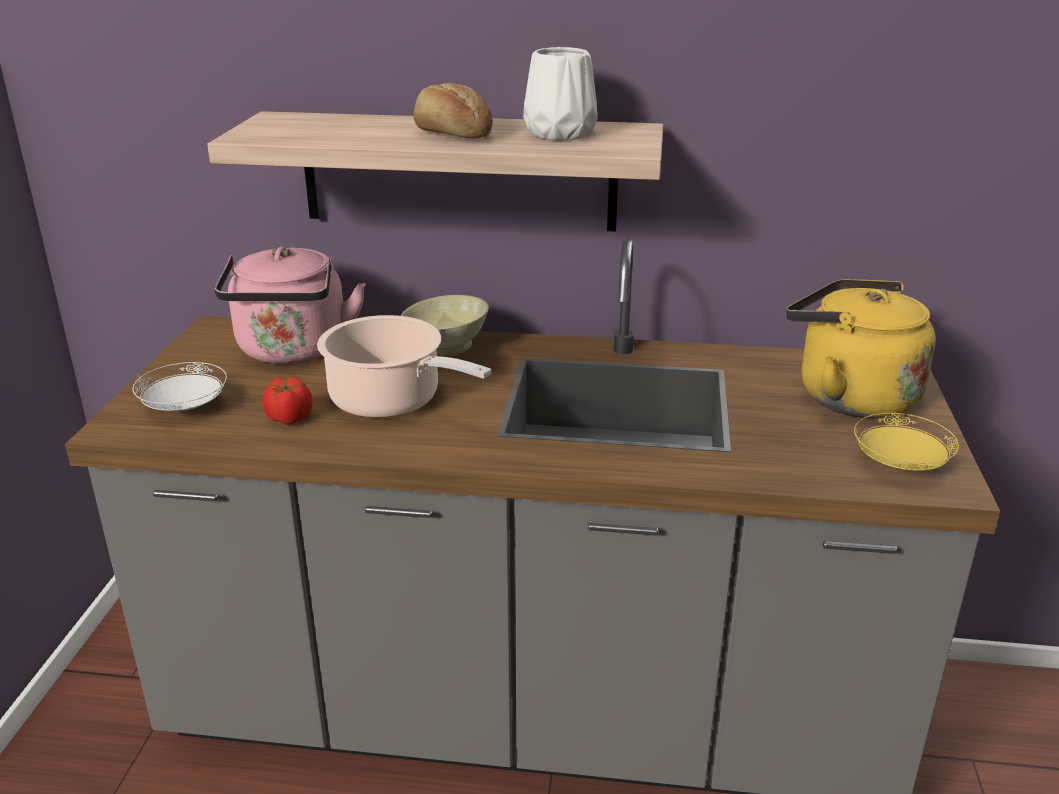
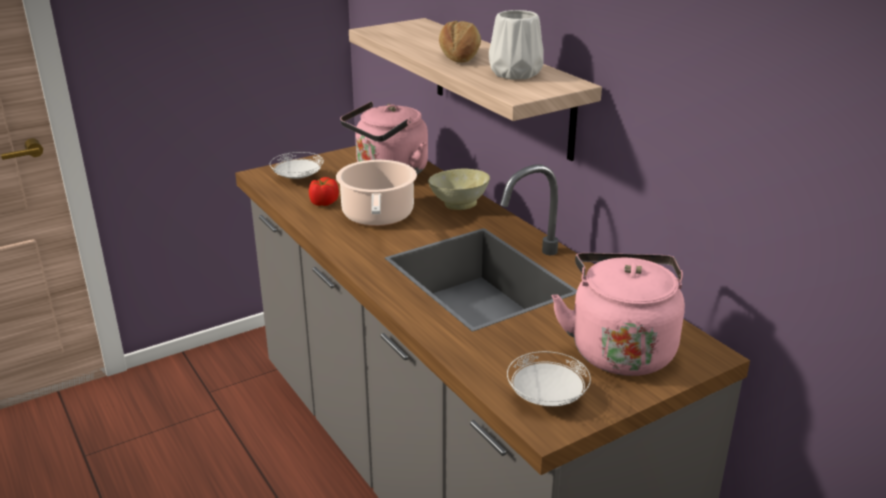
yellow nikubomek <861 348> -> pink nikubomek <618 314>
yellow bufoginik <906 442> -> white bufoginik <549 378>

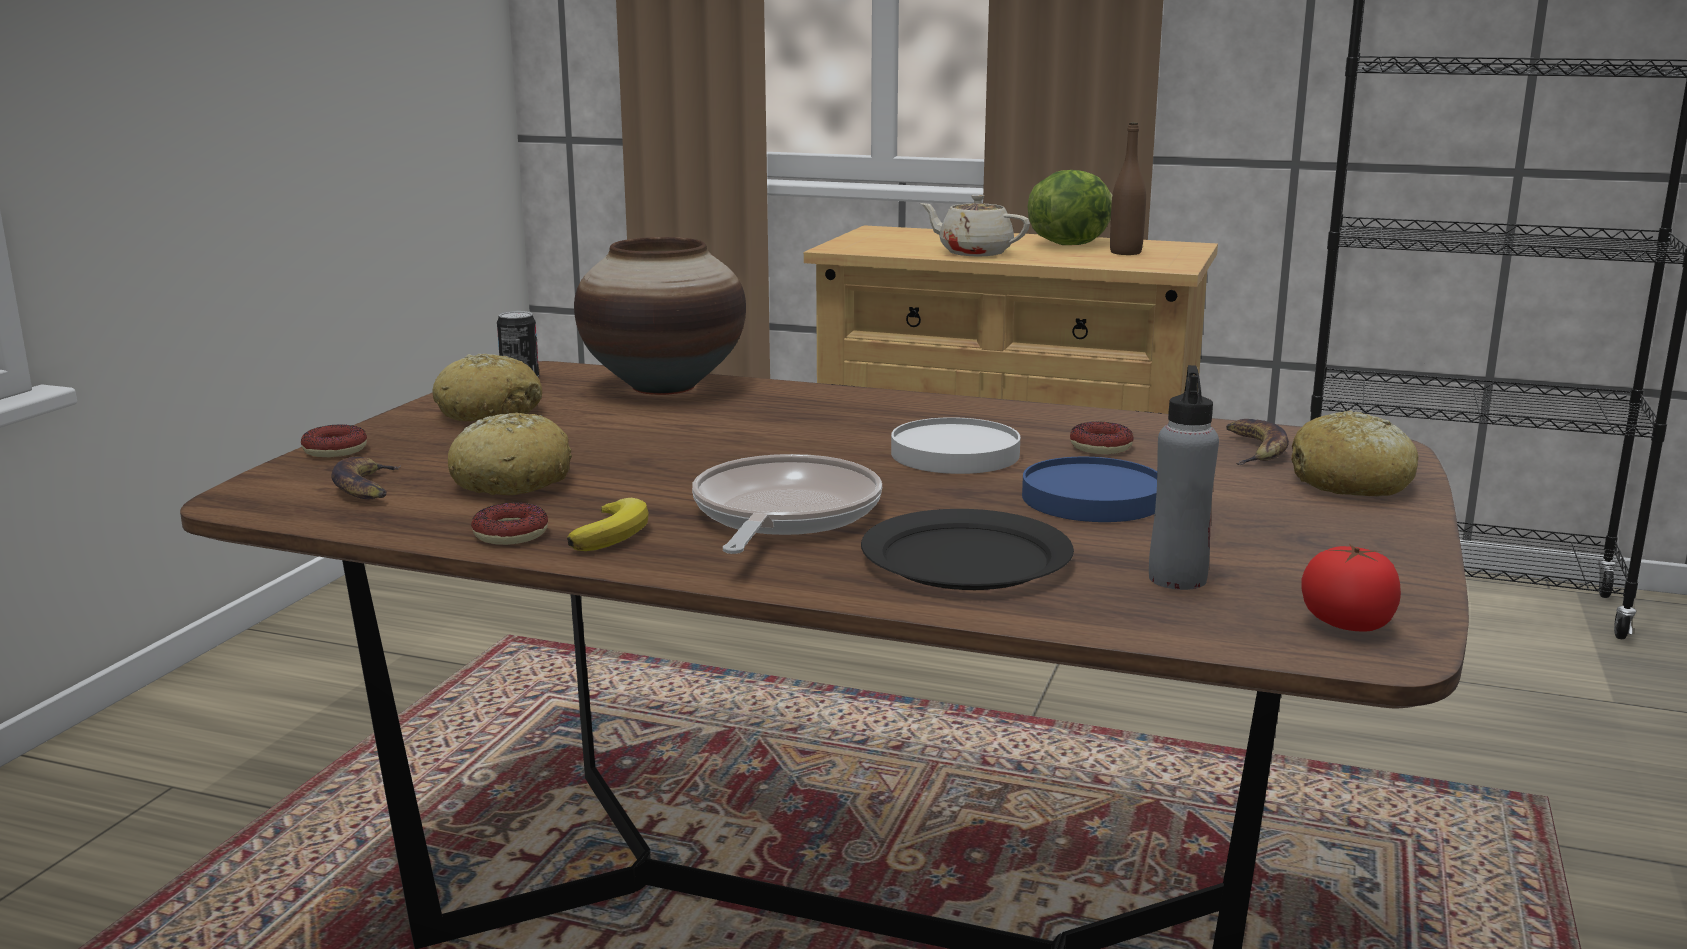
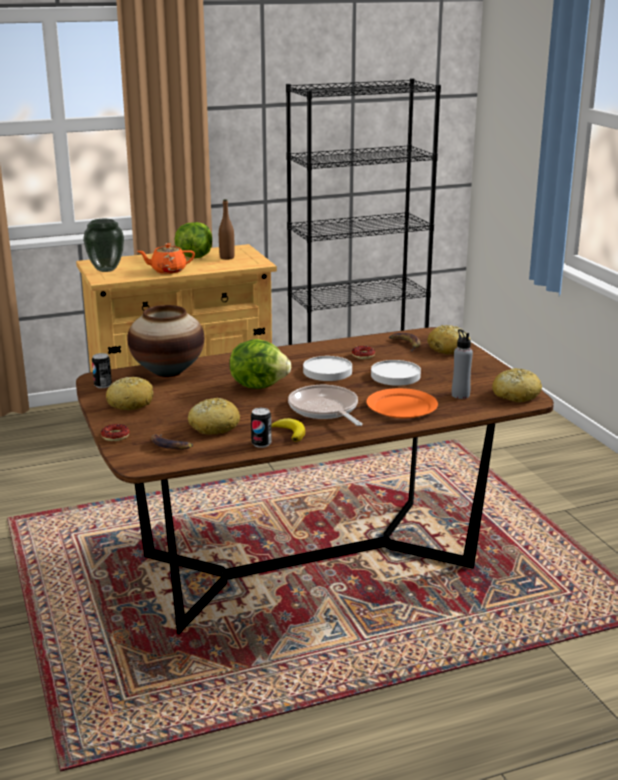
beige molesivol <975 225> -> orange molesivol <166 258>
blue bufoginik <1089 489> -> white bufoginik <396 373>
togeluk <509 524> -> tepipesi <261 428>
black bufoginik <967 549> -> orange bufoginik <402 403>
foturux <1351 587> -> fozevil <517 385>
none -> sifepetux <103 245>
none -> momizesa <260 364>

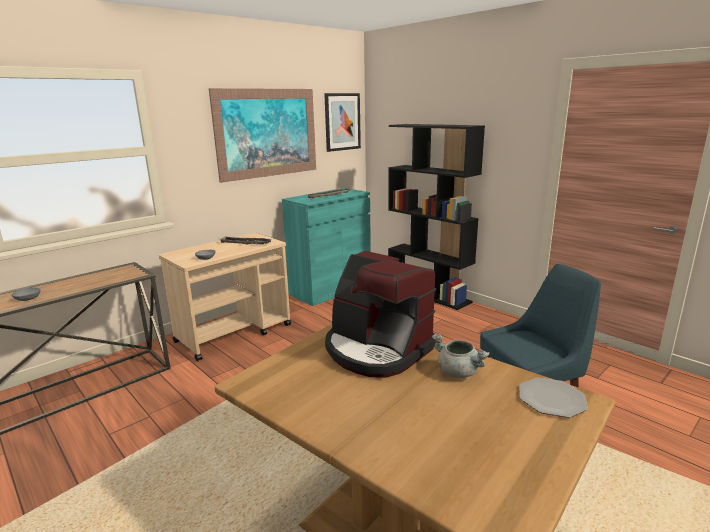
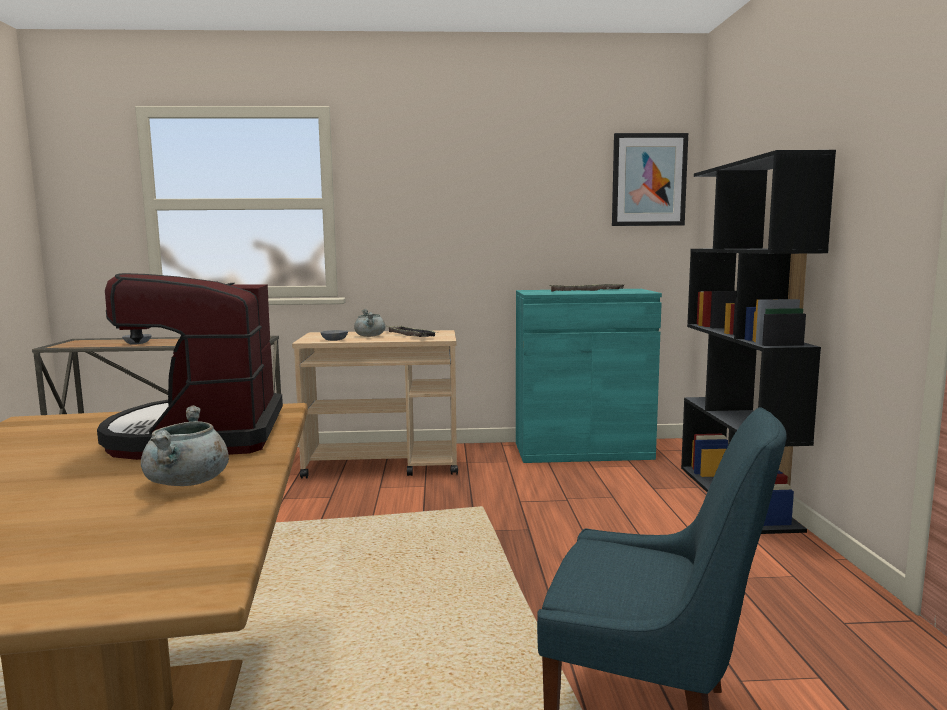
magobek <262 135> -> none
bufoginik <553 398> -> none
none -> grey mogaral <369 323>

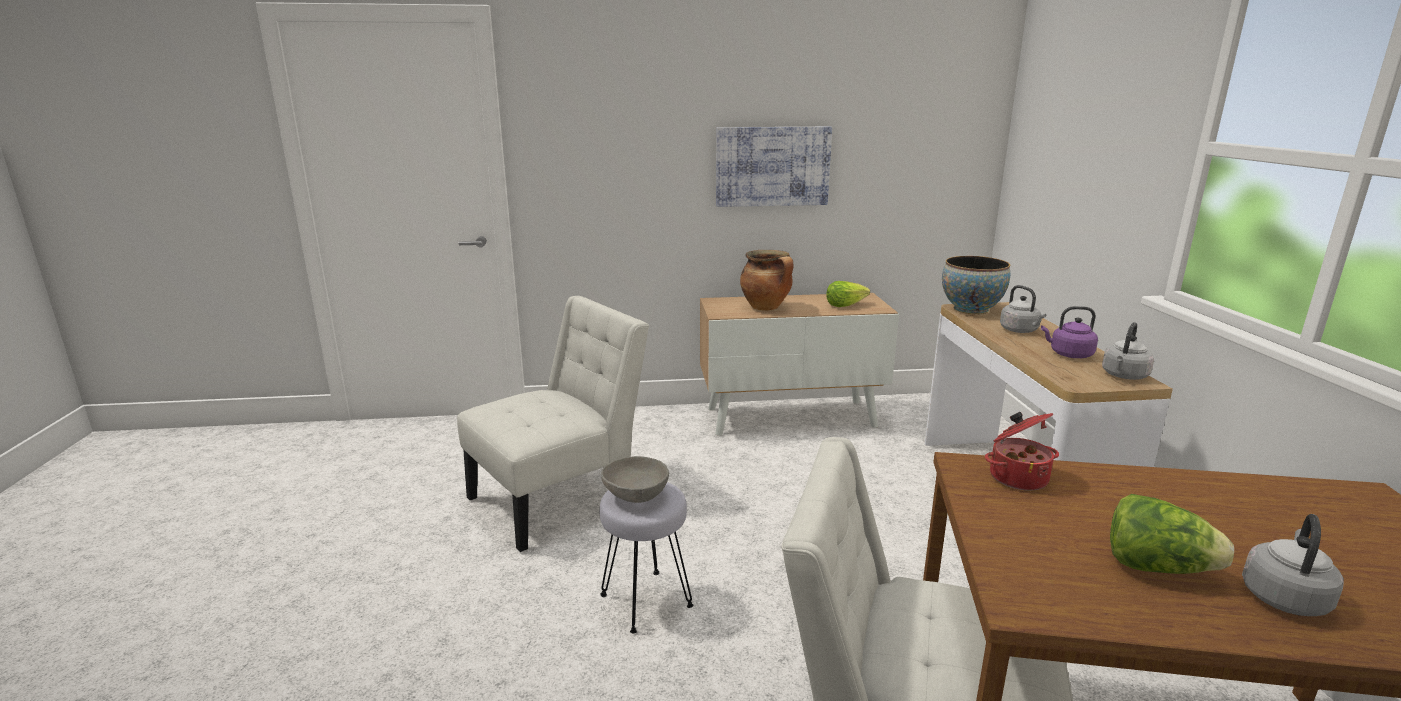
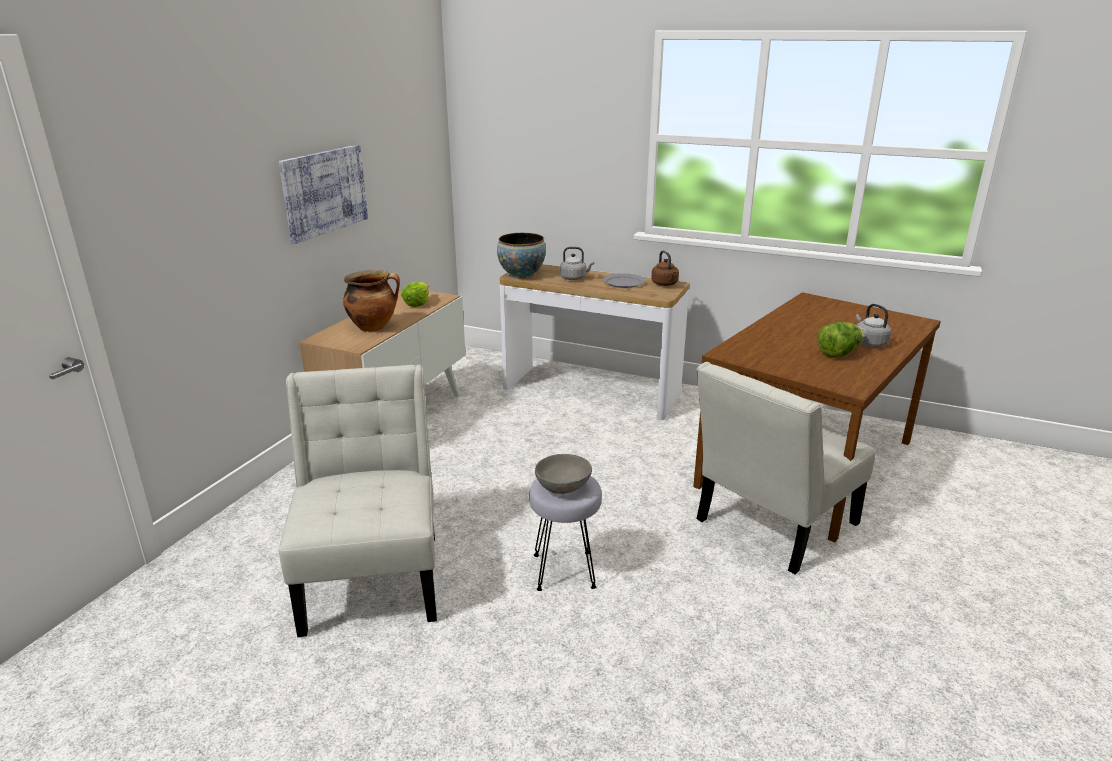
purple nikubomek <1069 332> -> grey bufoginik <624 280>
grey nikubomek <1128 351> -> brown nikubomek <665 268>
mogaral <1022 451> -> none

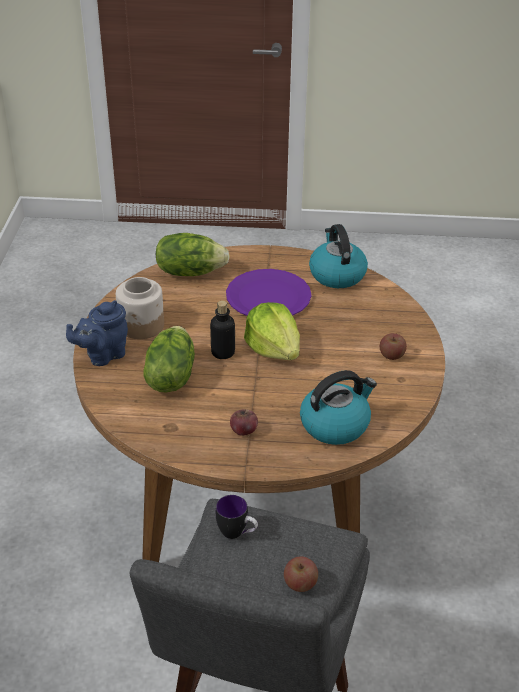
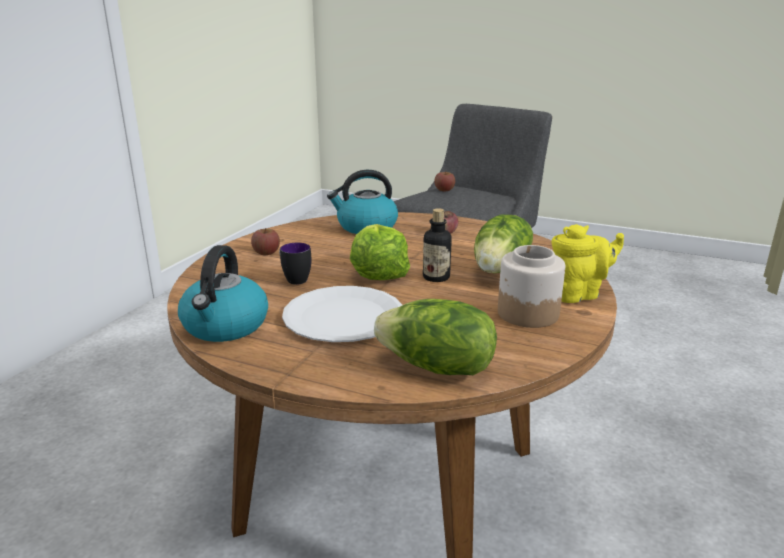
purple bufoginik <268 292> -> white bufoginik <342 314>
blue molesivol <97 333> -> yellow molesivol <587 263>
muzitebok <237 517> -> muzitebok <295 264>, relocated

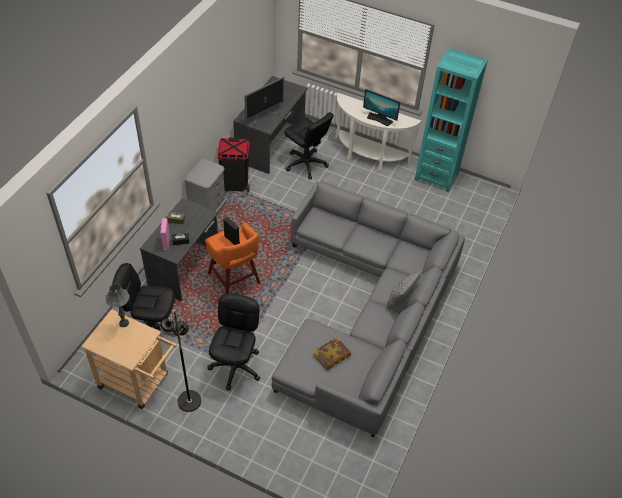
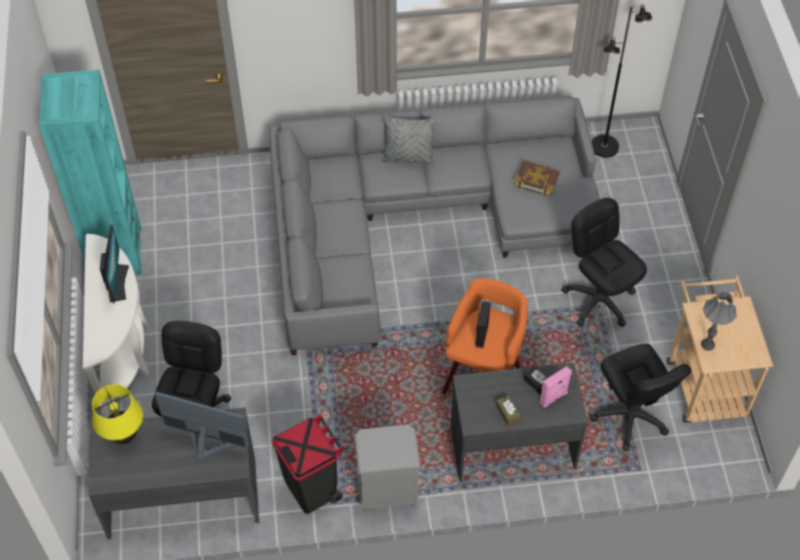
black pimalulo <233 342> -> black pimalulo <604 262>, 75 degrees clockwise
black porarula <180 361> -> black porarula <622 80>, relocated
none -> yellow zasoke <117 414>

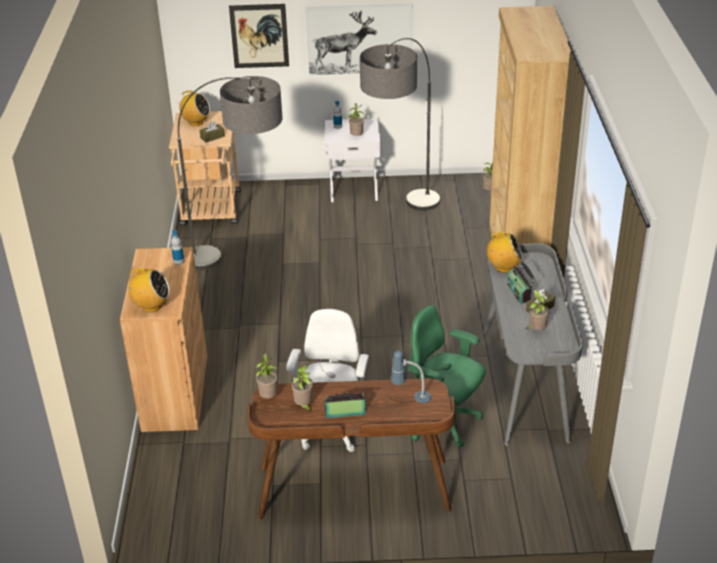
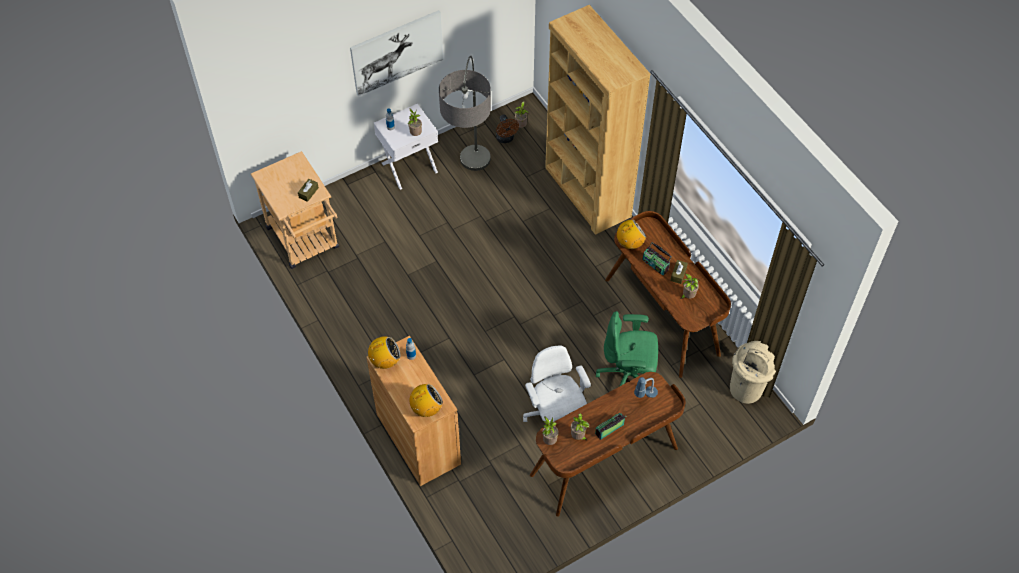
magobek <259 36> -> none
porarula <229 173> -> none
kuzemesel <192 108> -> kuzemesel <384 352>, relocated
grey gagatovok <533 344> -> brown gagatovok <668 294>
none -> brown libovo <507 129>
none -> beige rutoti <753 372>

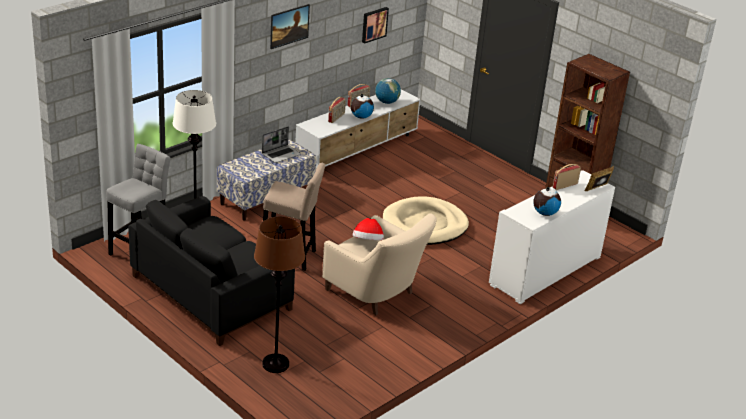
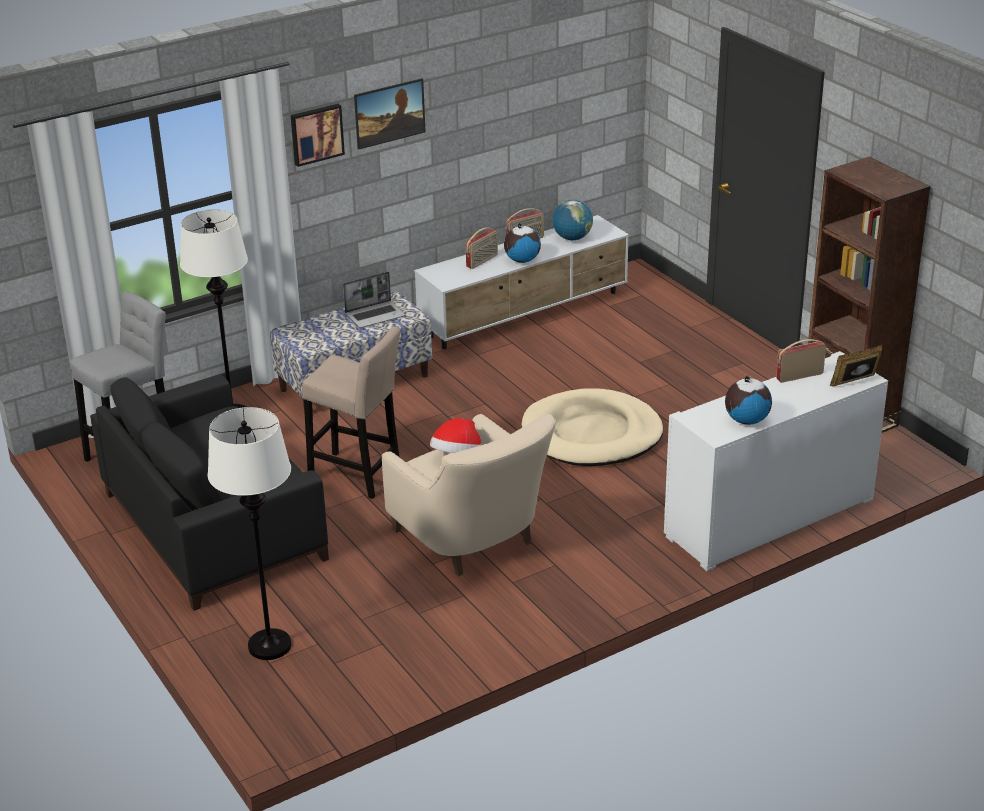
magobek <375 25> -> magobek <318 135>, relocated
brown porarula <279 295> -> white porarula <249 533>

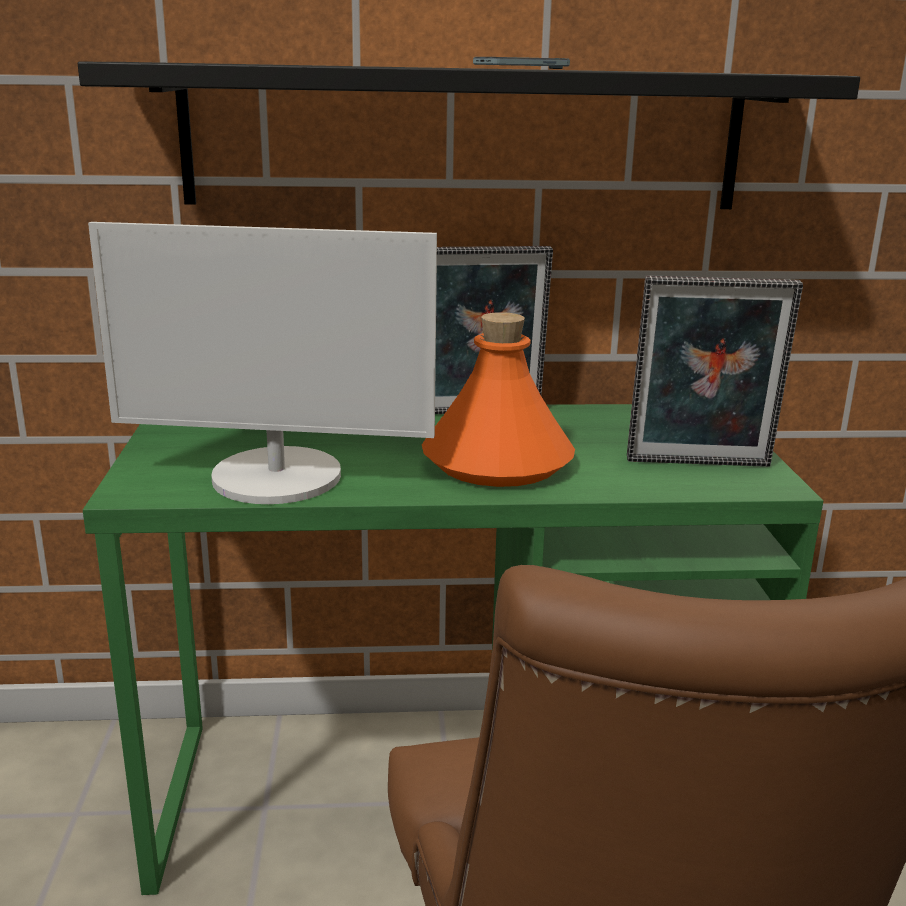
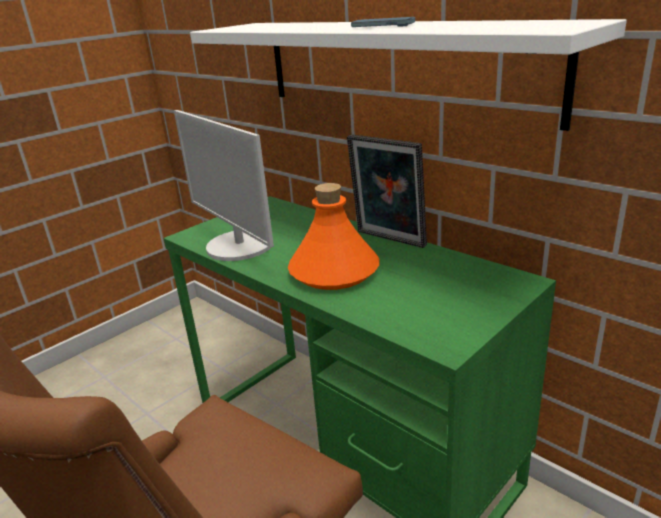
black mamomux <469 135> -> white mamomux <408 75>
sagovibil <715 371> -> none

